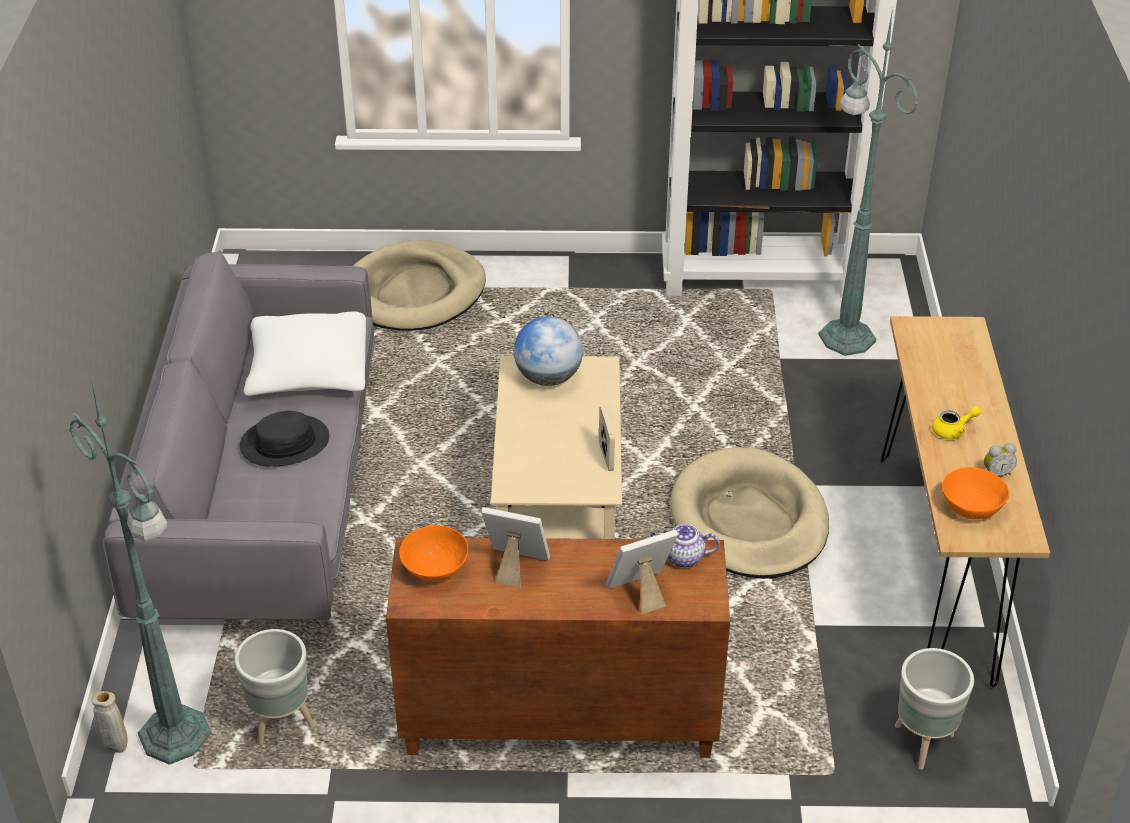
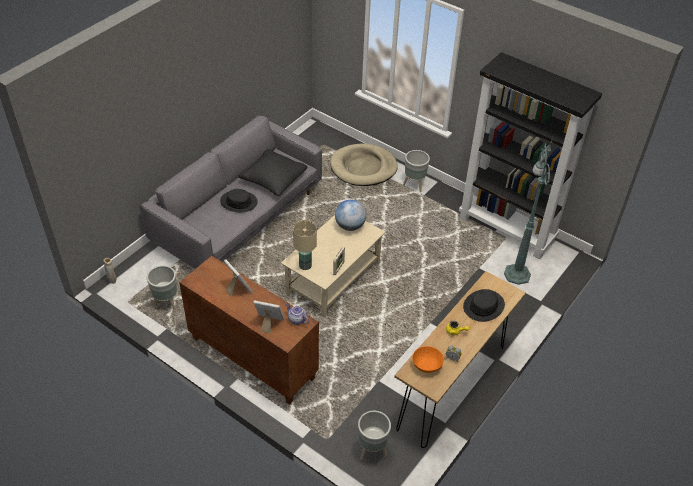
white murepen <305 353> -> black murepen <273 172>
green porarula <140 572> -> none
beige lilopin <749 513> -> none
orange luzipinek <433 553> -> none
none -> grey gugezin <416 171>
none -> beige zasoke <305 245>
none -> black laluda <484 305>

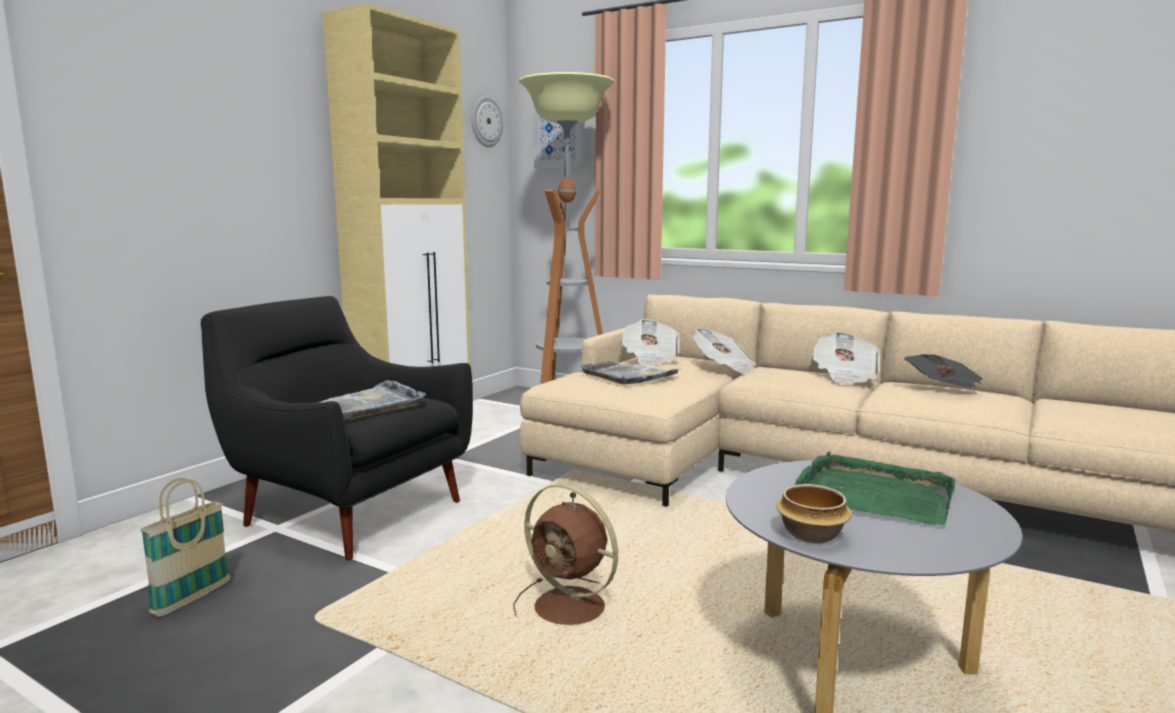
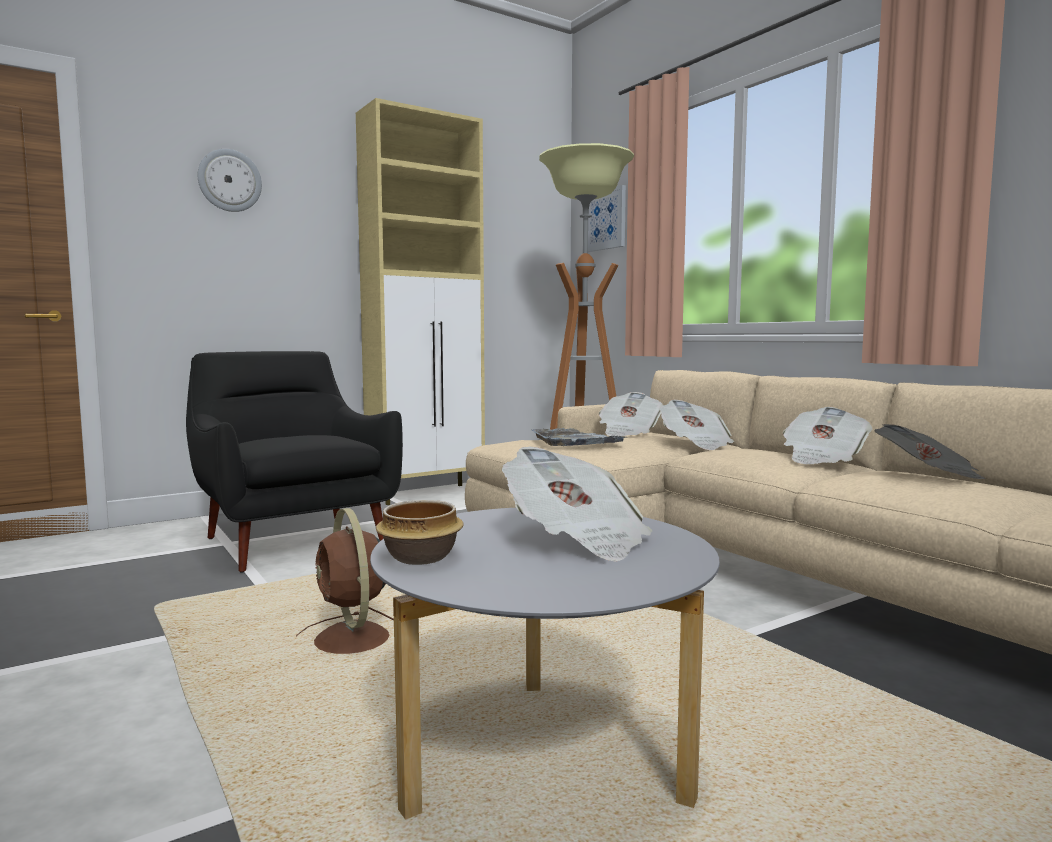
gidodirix <487 121> -> gidodirix <230 180>, relocated
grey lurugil <372 401> -> none
green lurugil <875 488> -> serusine <577 504>
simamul <185 547> -> none

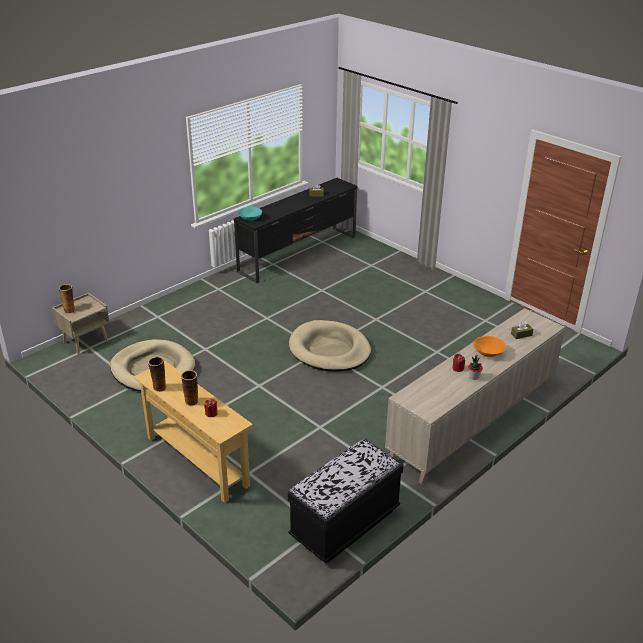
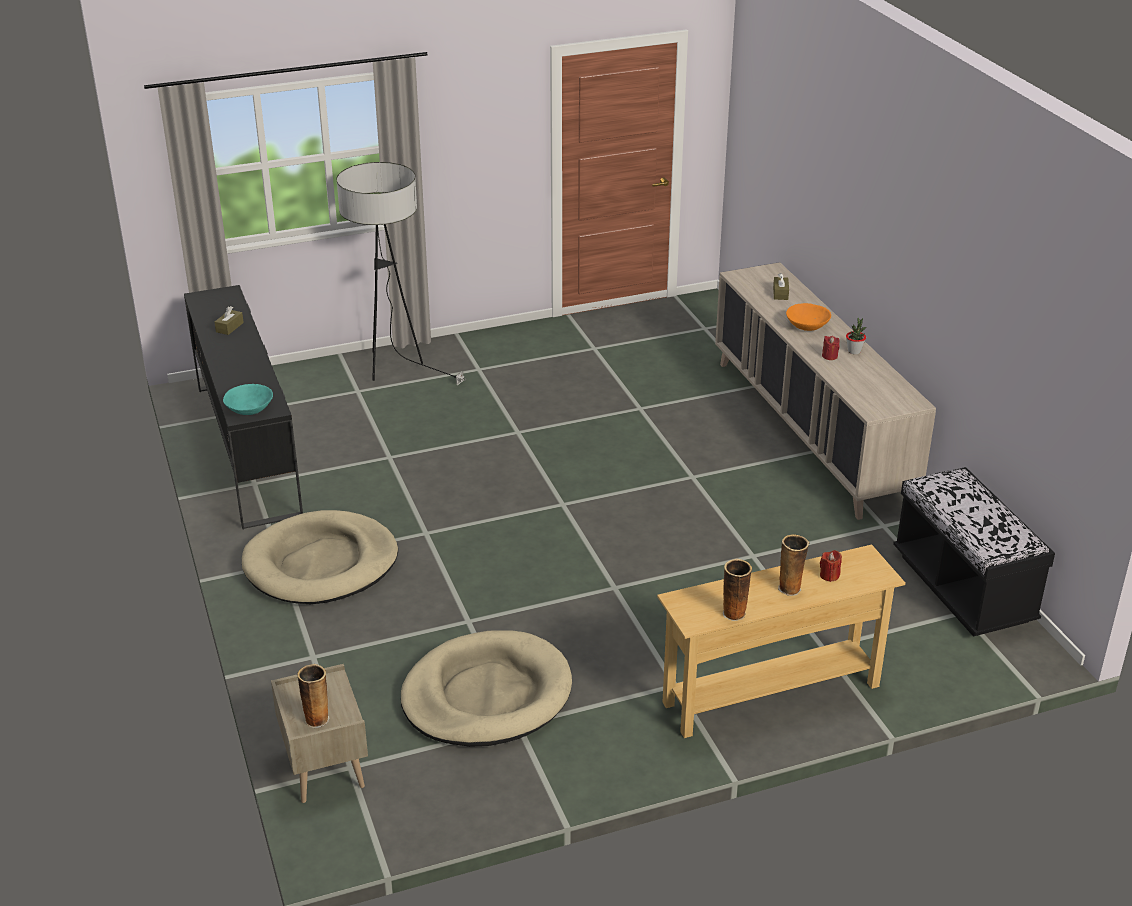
beige lilopin <330 346> -> beige lilopin <320 557>, relocated
none -> porarula <402 273>

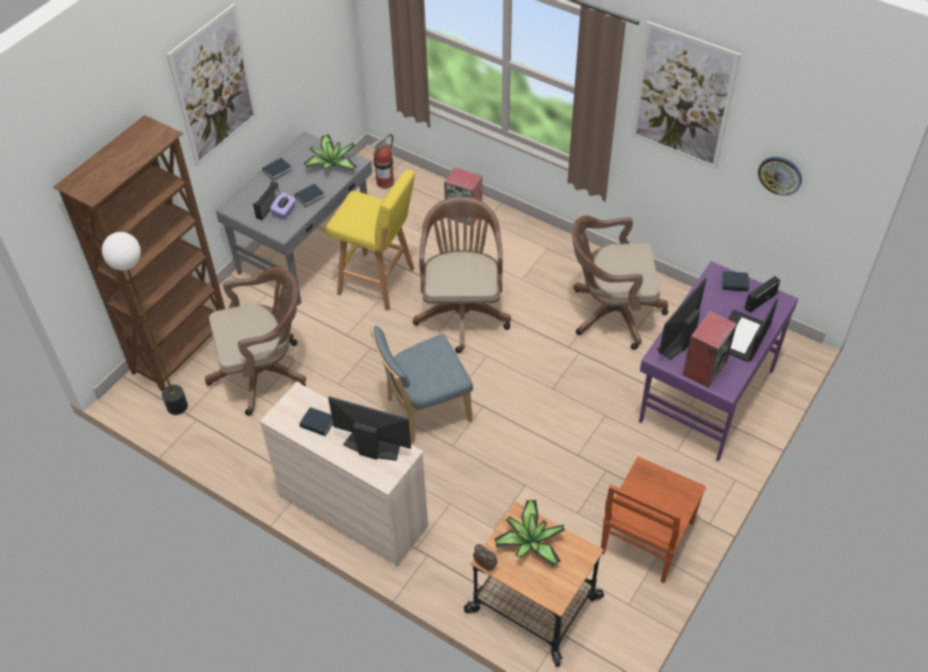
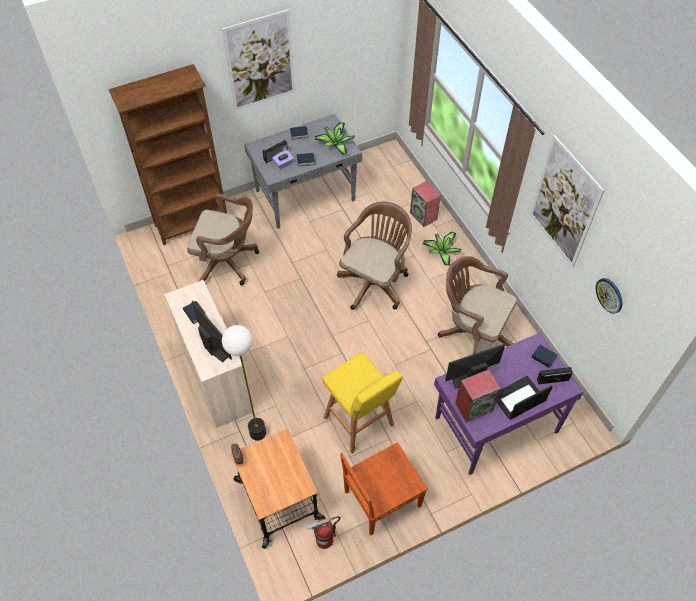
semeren <381 161> -> semeren <323 532>, relocated
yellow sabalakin <370 240> -> yellow sabalakin <362 403>, relocated
porarula <145 323> -> porarula <244 383>, relocated
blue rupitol <421 384> -> none
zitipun <530 533> -> zitipun <442 248>, relocated

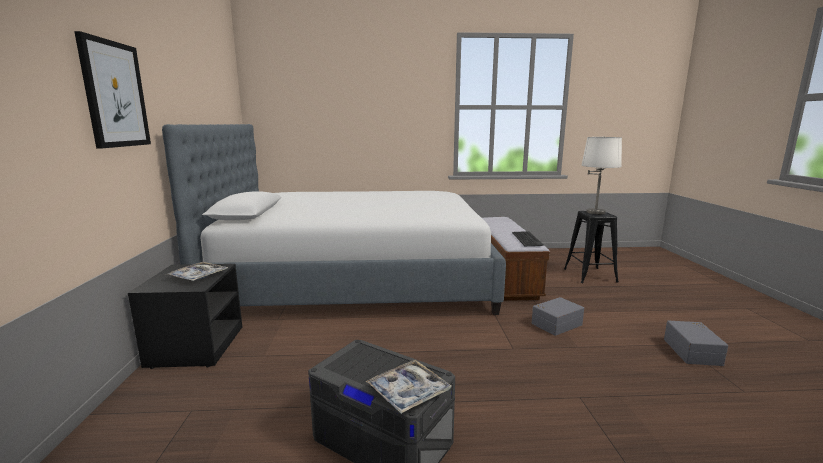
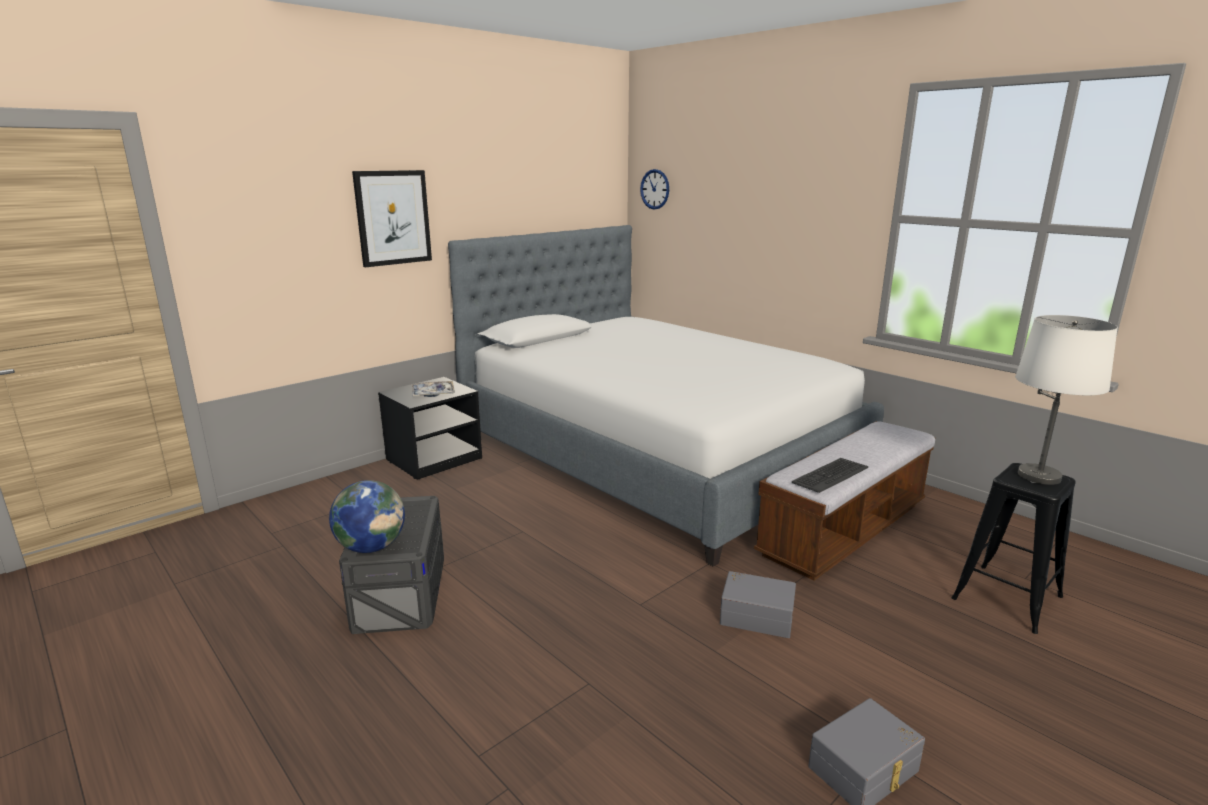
lurugil <408 387> -> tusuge <367 516>
none -> gidodirix <654 189>

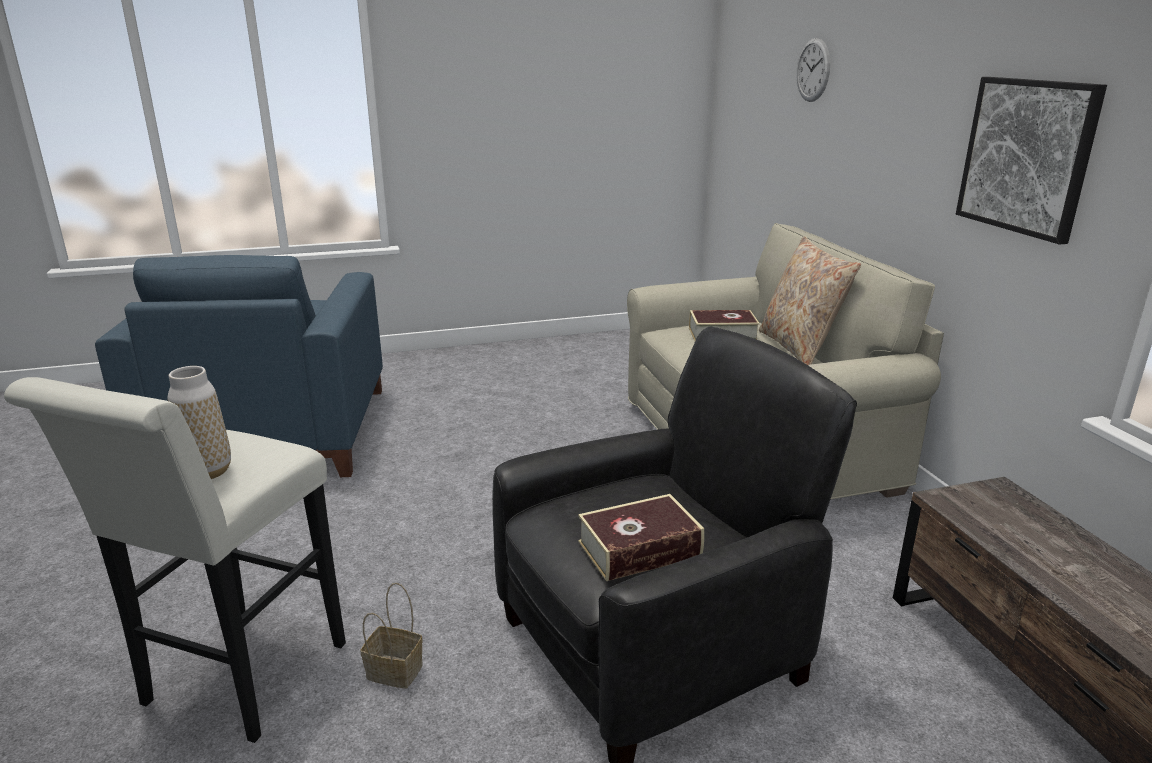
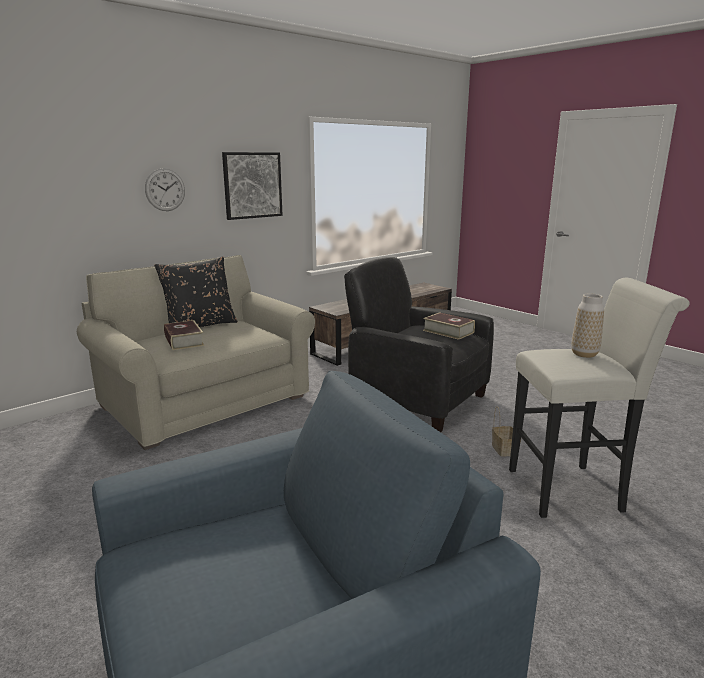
gidodirix <813 70> -> gidodirix <165 190>, relocated
beige murepen <810 300> -> black murepen <196 291>

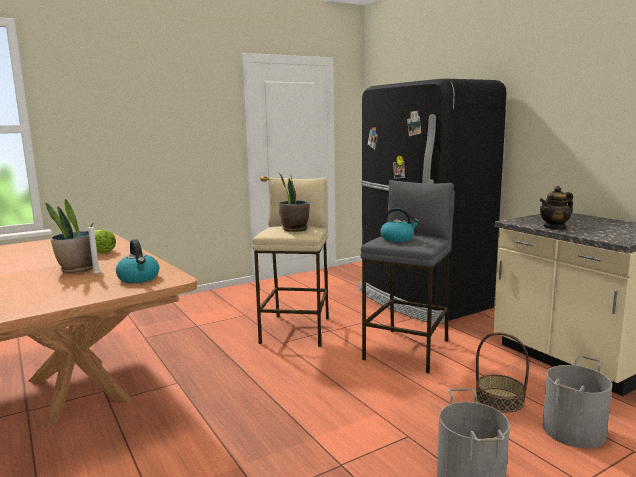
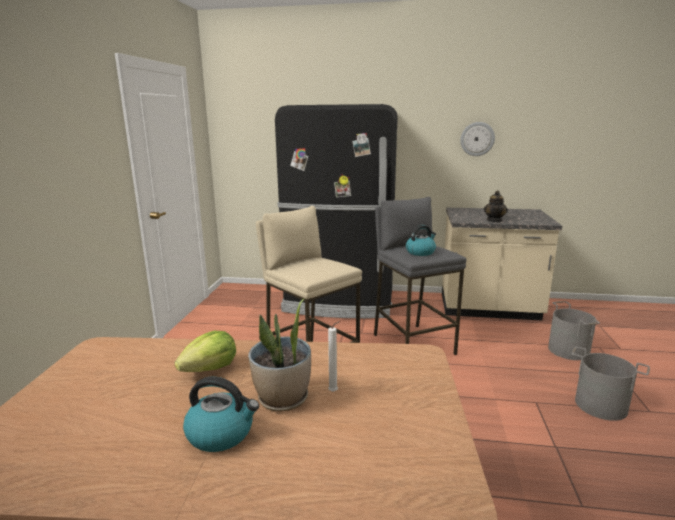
zitipun <294 202> -> none
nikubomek <137 261> -> nikubomek <221 414>, relocated
simamul <502 372> -> none
none -> gidodirix <477 139>

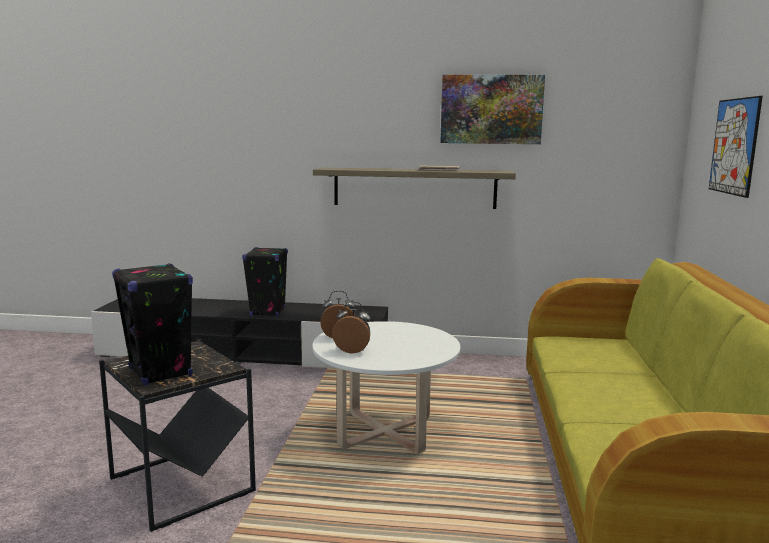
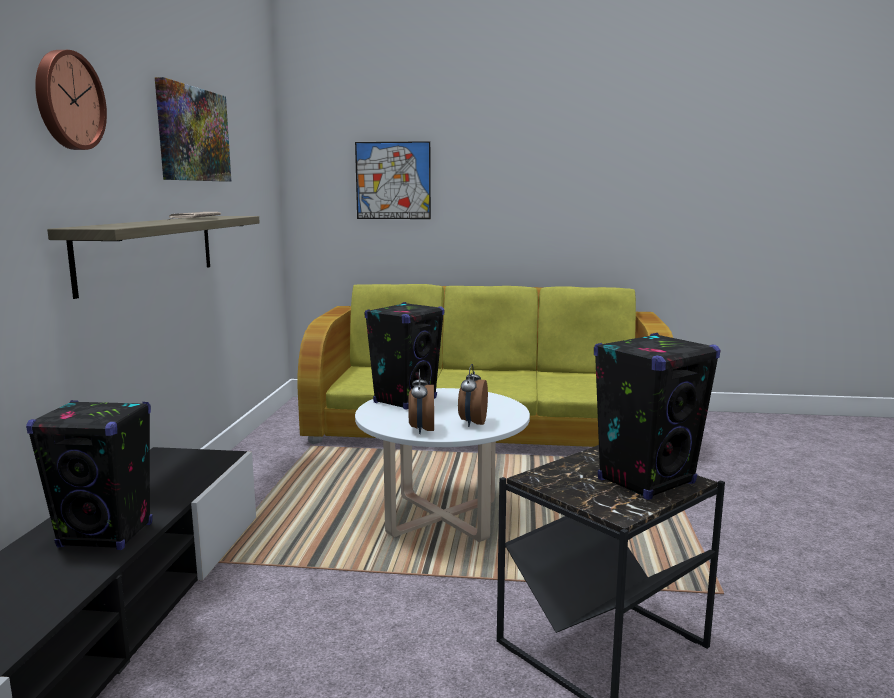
none -> gidodirix <71 100>
none -> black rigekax <404 356>

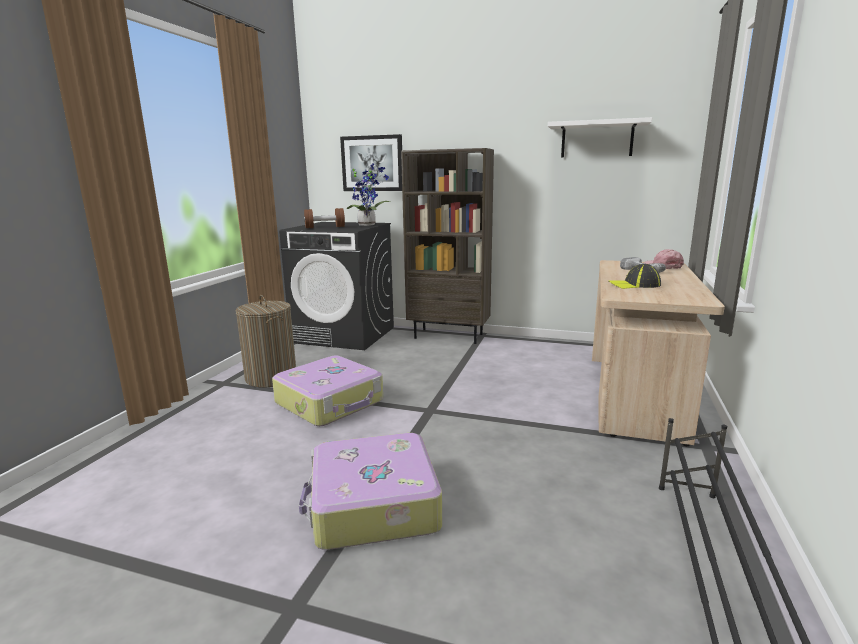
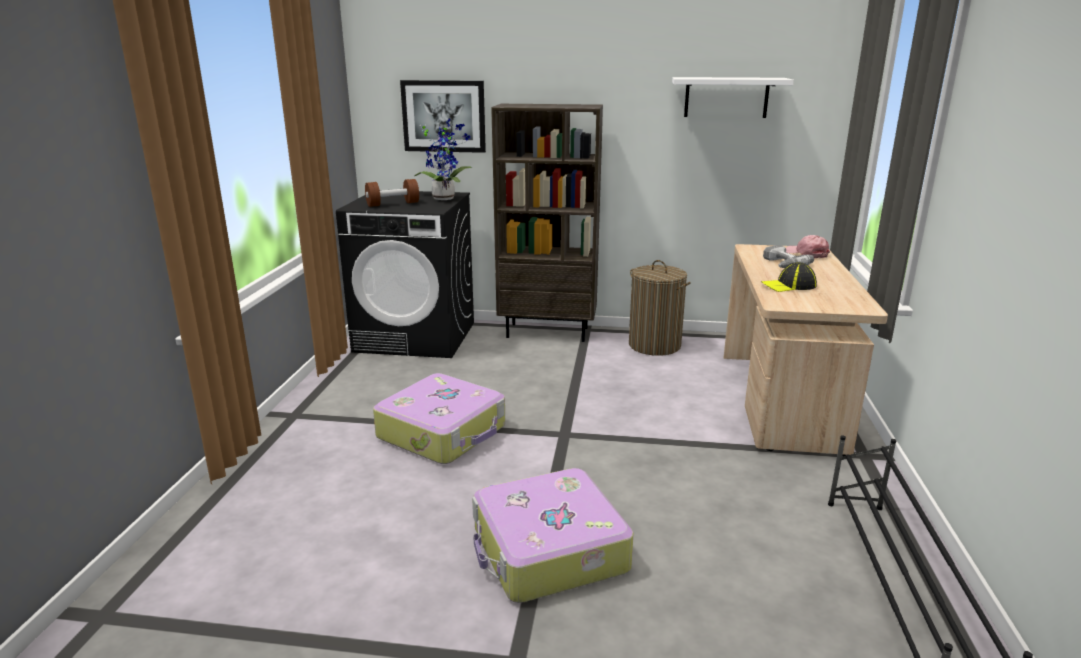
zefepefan <266 341> -> zefepefan <660 308>, relocated

